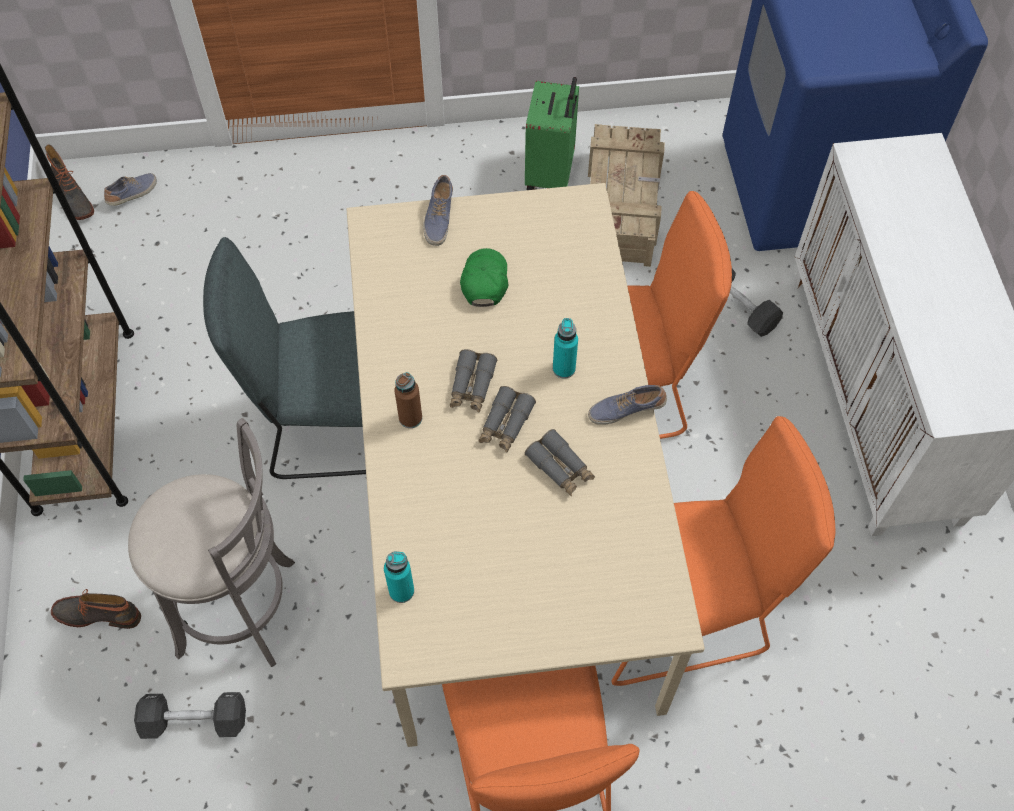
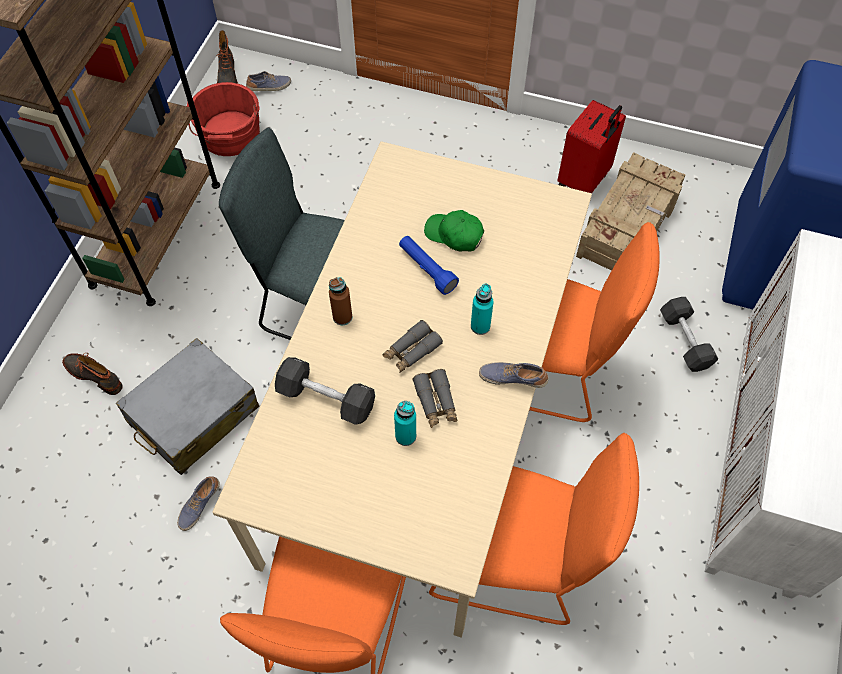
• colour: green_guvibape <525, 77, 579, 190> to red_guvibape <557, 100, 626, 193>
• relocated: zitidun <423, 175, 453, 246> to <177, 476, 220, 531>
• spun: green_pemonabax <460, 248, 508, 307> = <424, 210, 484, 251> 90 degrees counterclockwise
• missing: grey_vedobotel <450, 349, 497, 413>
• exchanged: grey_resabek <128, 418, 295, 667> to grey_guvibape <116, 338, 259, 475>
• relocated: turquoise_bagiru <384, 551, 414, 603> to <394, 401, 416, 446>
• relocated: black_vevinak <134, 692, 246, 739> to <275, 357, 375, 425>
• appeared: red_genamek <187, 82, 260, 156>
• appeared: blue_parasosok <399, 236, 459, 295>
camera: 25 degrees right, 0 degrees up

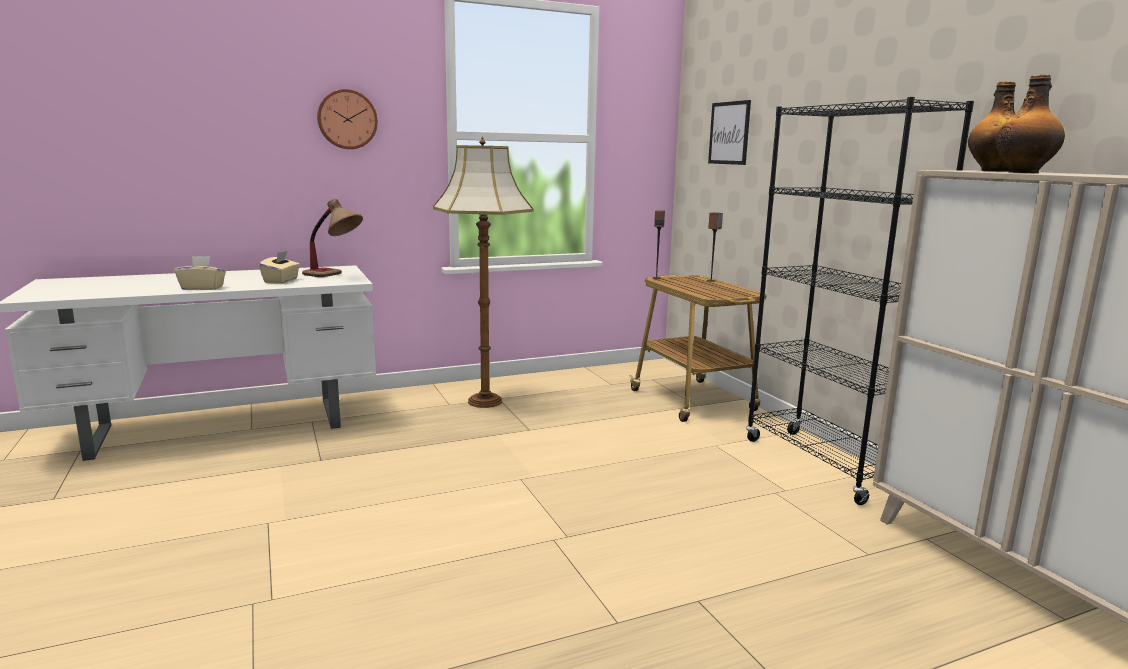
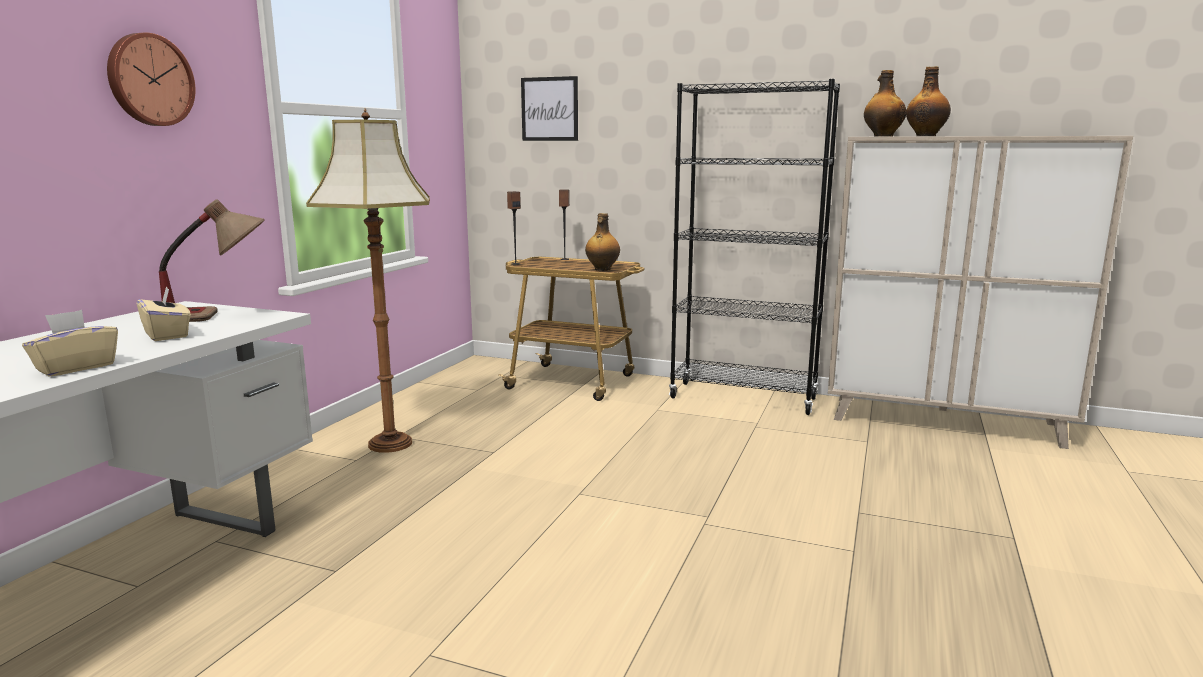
• appeared: bagiru <585, 213, 620, 271>
camera: 45 degrees left, 0 degrees up

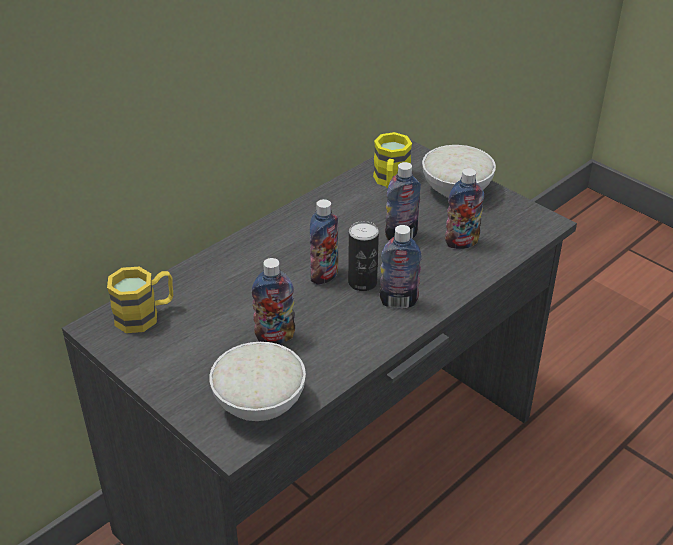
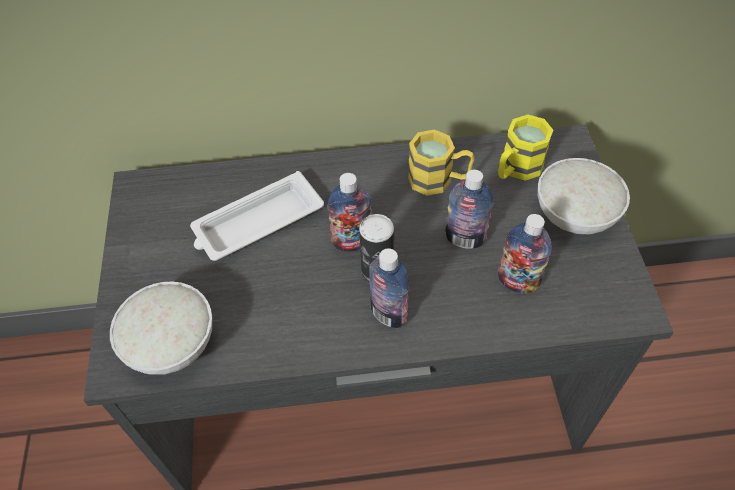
• missing: bagiru <251, 258, 295, 344>
• relocated: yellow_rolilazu <107, 267, 173, 333> to <408, 129, 474, 196>
• appeared: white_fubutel <190, 171, 324, 261>
camera: 40 degrees right, 15 degrees up

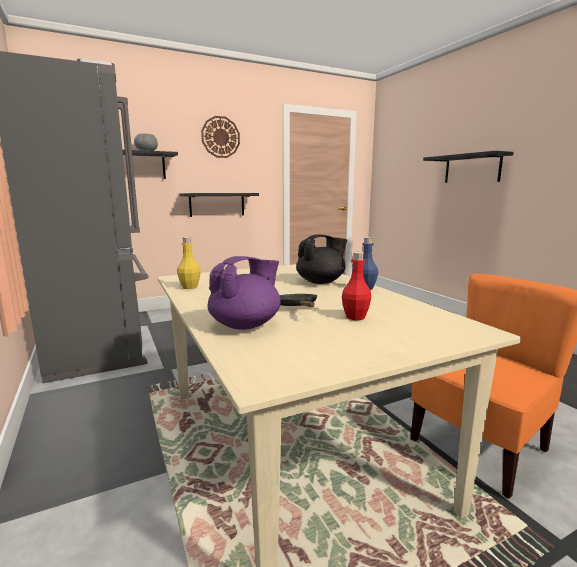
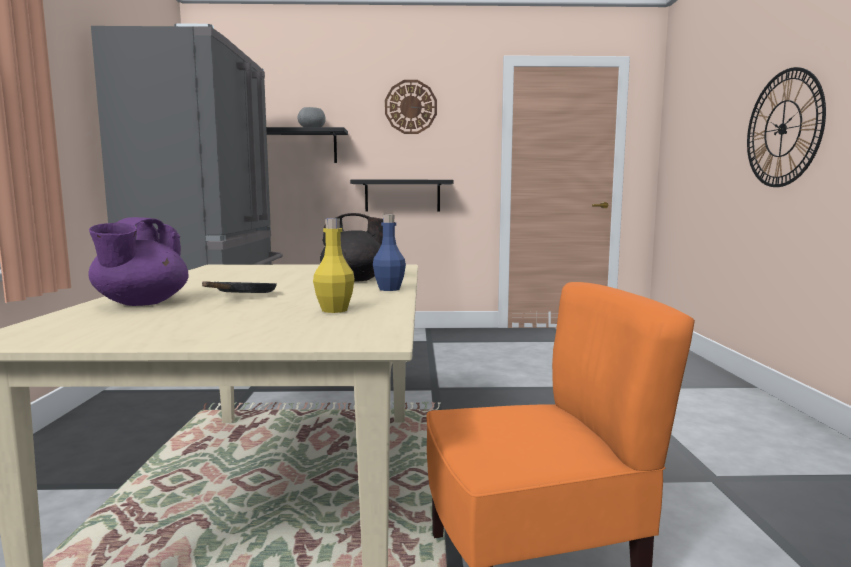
• exchanged: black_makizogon <423, 151, 514, 183> to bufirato <747, 67, 826, 187>
• relocated: yellow_bagiru <177, 237, 201, 289> to <313, 218, 355, 313>
• missing: red_bagiru <342, 252, 371, 320>
• spun: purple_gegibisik <207, 256, 281, 330> = <88, 217, 188, 306> 120 degrees clockwise
camera: 25 degrees right, 5 degrees down

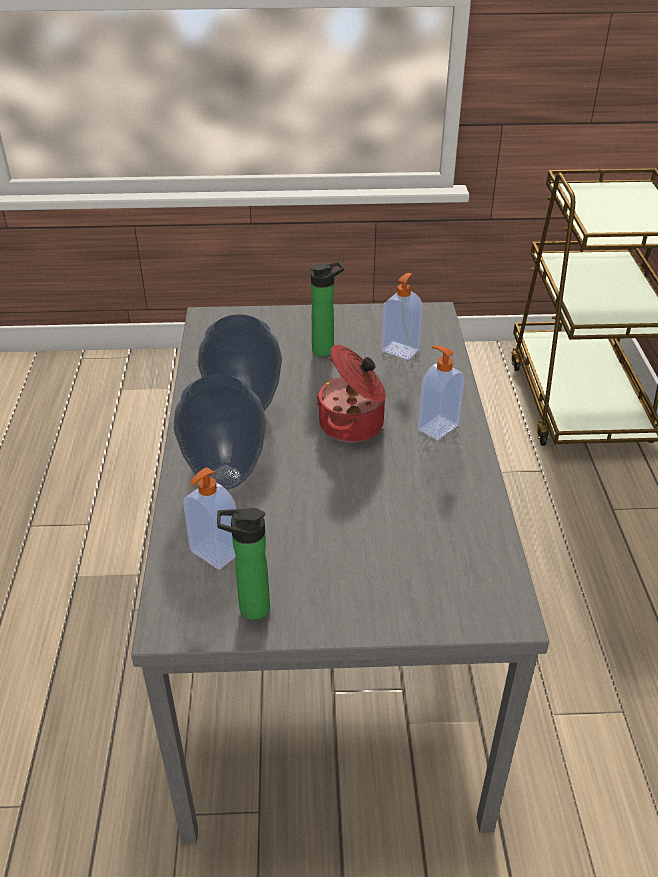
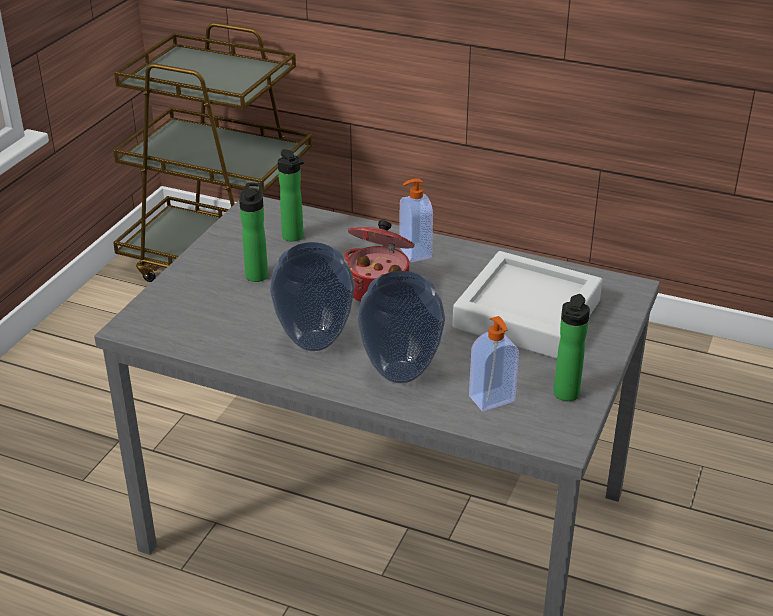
• exchanged: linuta <381, 273, 423, 360> to bagiru <278, 149, 304, 242>
• appeared: grey_fubutel <452, 251, 602, 359>
camera: 65 degrees left, 5 degrees down

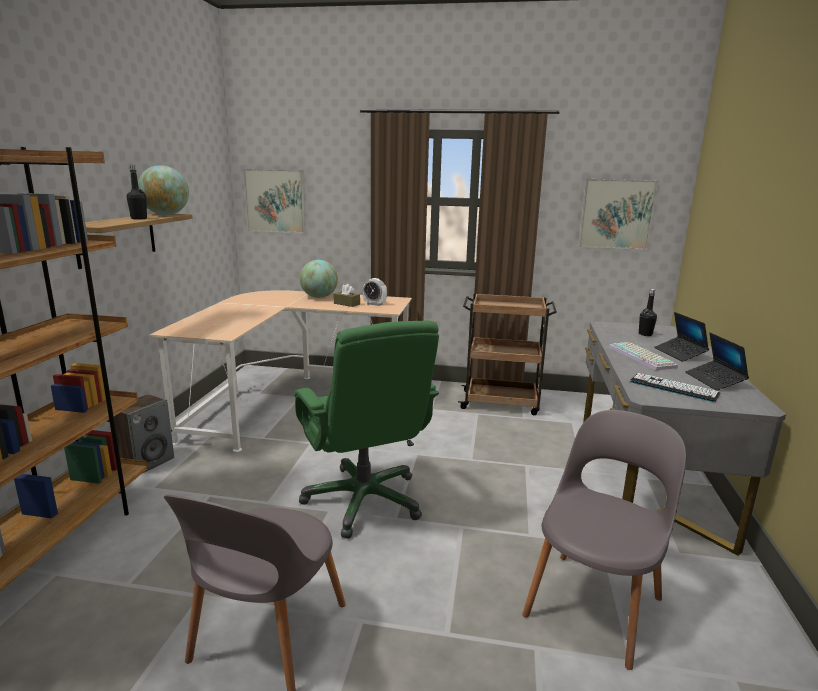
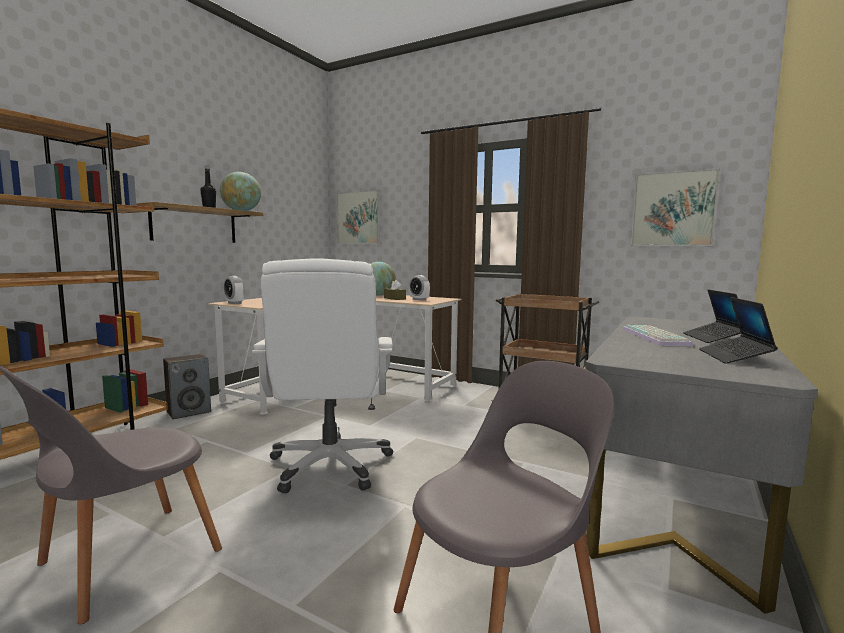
• missing: black_bagiru <639, 289, 657, 336>
• colour: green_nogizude <294, 321, 439, 538> to white_nogizude <252, 258, 393, 493>
• missing: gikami <630, 373, 721, 402>
• appeared: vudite <224, 276, 244, 304>
camera: 20 degrees right, 10 degrees down

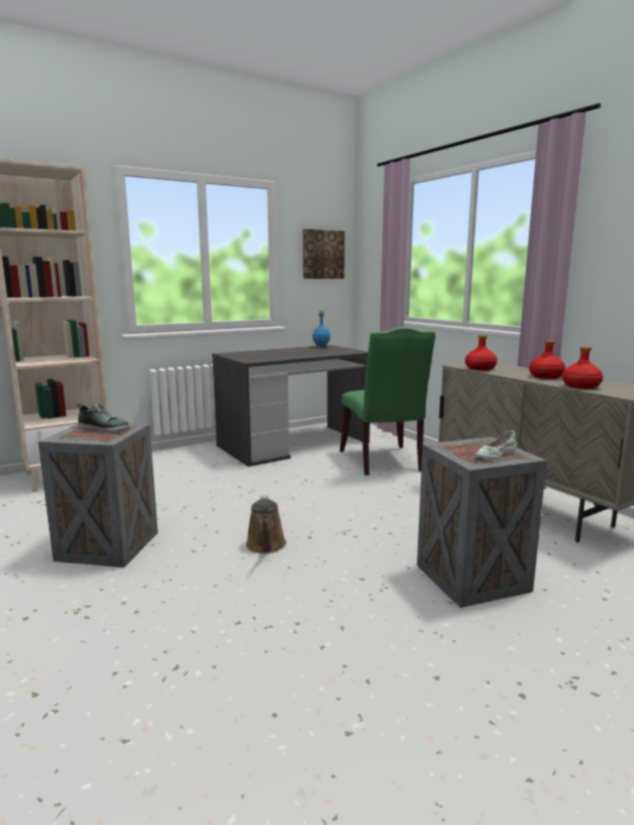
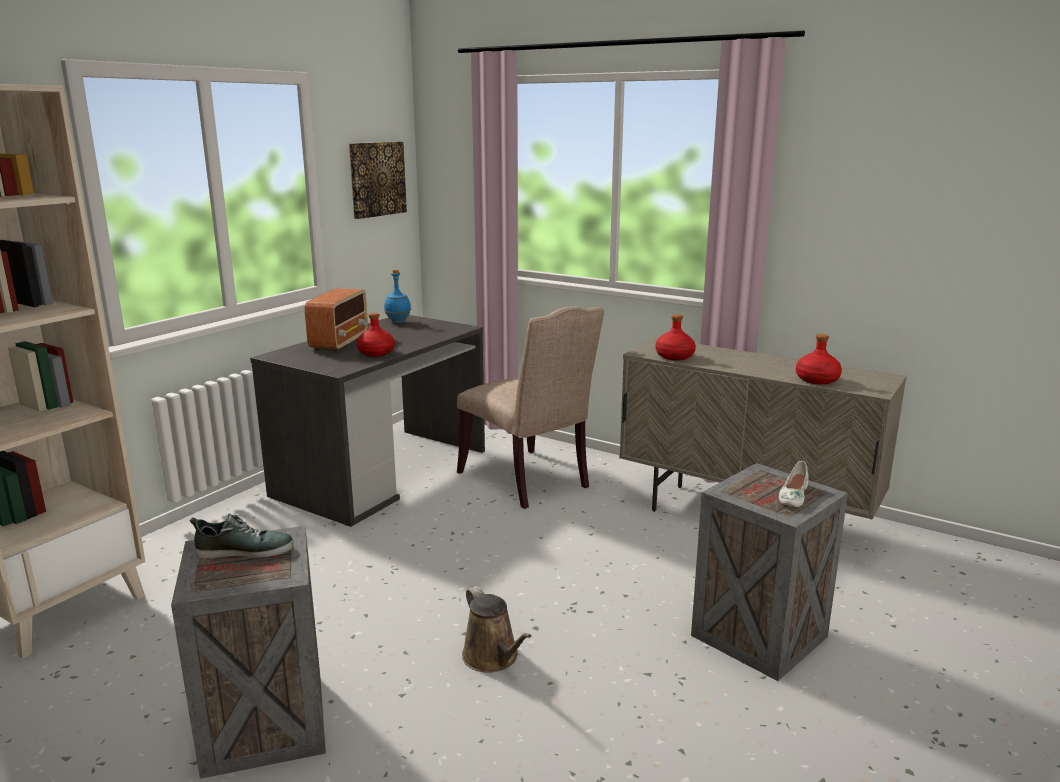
• colour: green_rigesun <340, 327, 435, 475> to beige_rigesun <457, 306, 604, 509>
• relocated: red_bagiru <529, 340, 566, 379> to <357, 313, 395, 356>
• appeared: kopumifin <305, 288, 368, 351>
camera: 25 degrees left, 5 degrees up

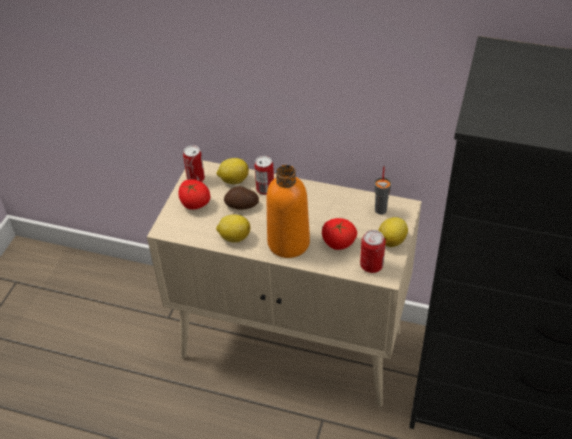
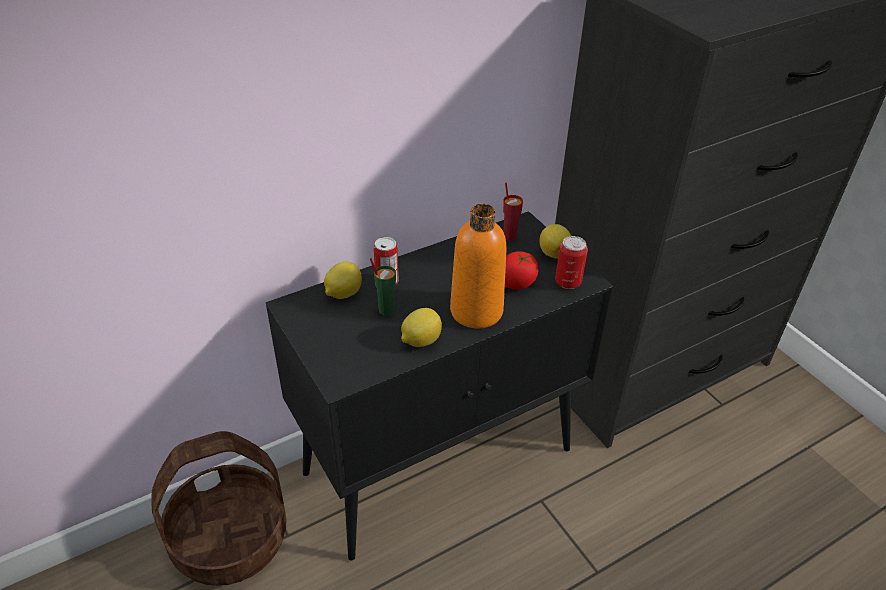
• missing: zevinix <183, 145, 205, 182>
• colour: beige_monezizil <147, 160, 422, 407> to black_monezizil <266, 211, 614, 560>
• colour: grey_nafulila <374, 166, 391, 215> to red_nafulila <503, 182, 523, 241>
• missing: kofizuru <178, 179, 210, 210>
• exchanged: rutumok <224, 186, 259, 210> to green_nafulila <370, 258, 396, 316>
• appeared: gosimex <151, 431, 287, 586>
camera: 50 degrees left, 5 degrees down

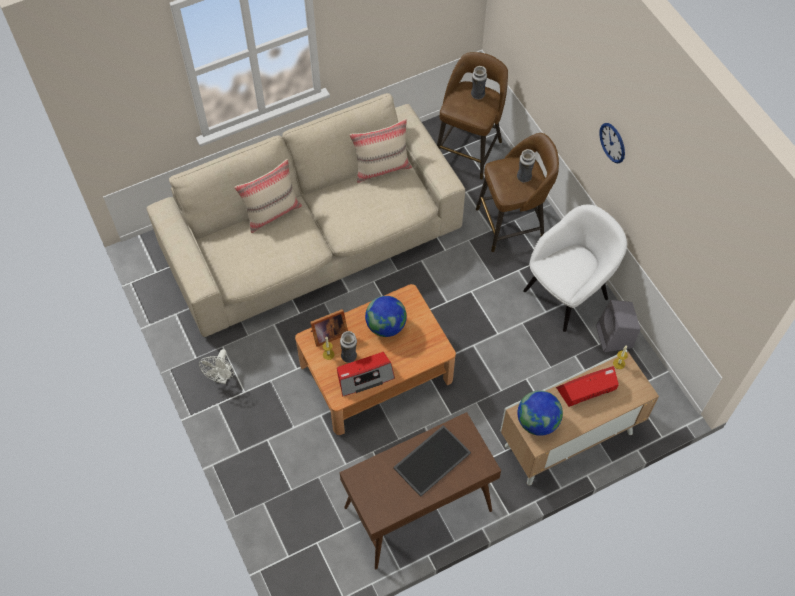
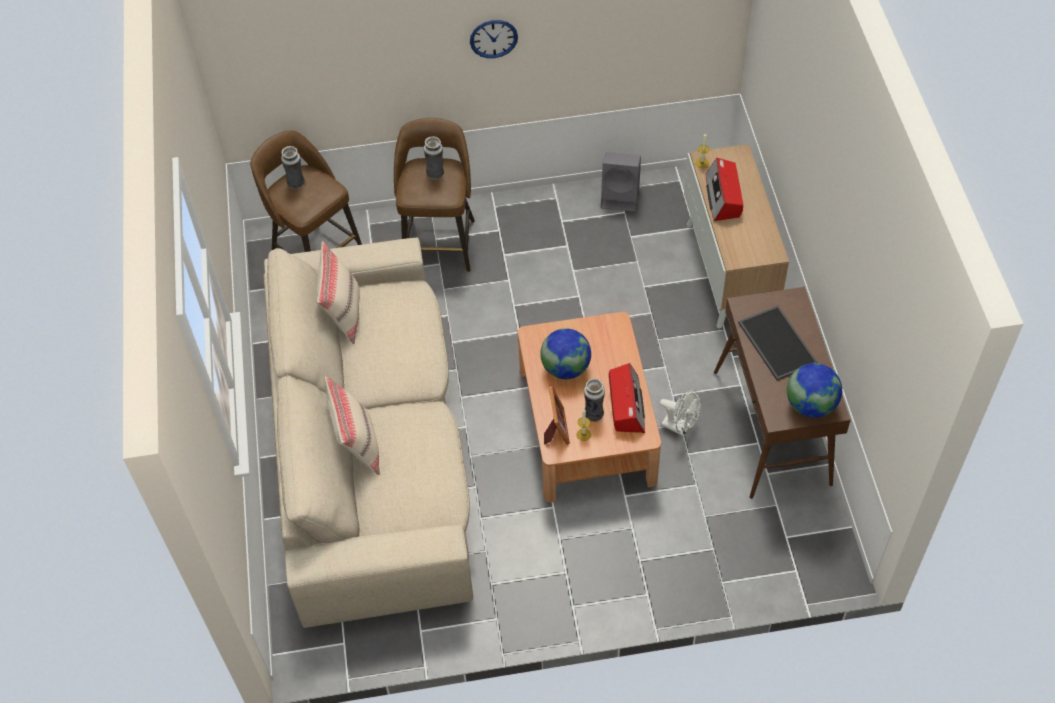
• missing: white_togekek <523, 205, 627, 332>
• relocated: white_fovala <199, 349, 234, 384> to <660, 390, 701, 436>
• relocated: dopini <517, 390, 563, 436> to <787, 363, 842, 418>
camera: 70 degrees left, 5 degrees down

